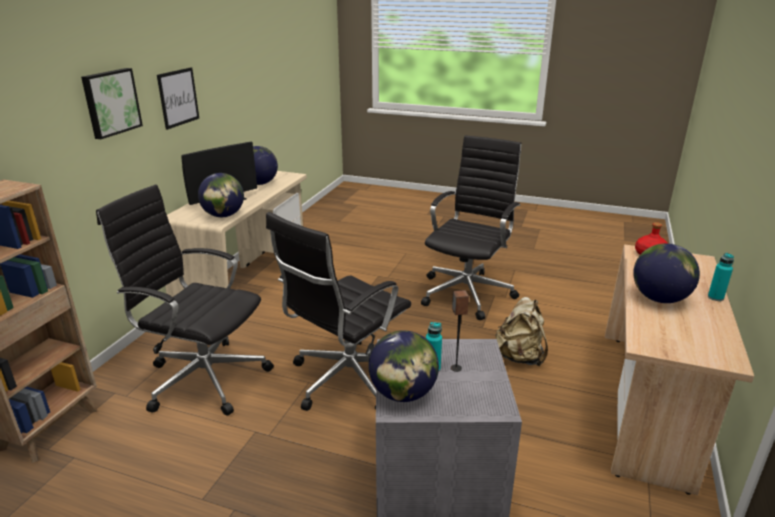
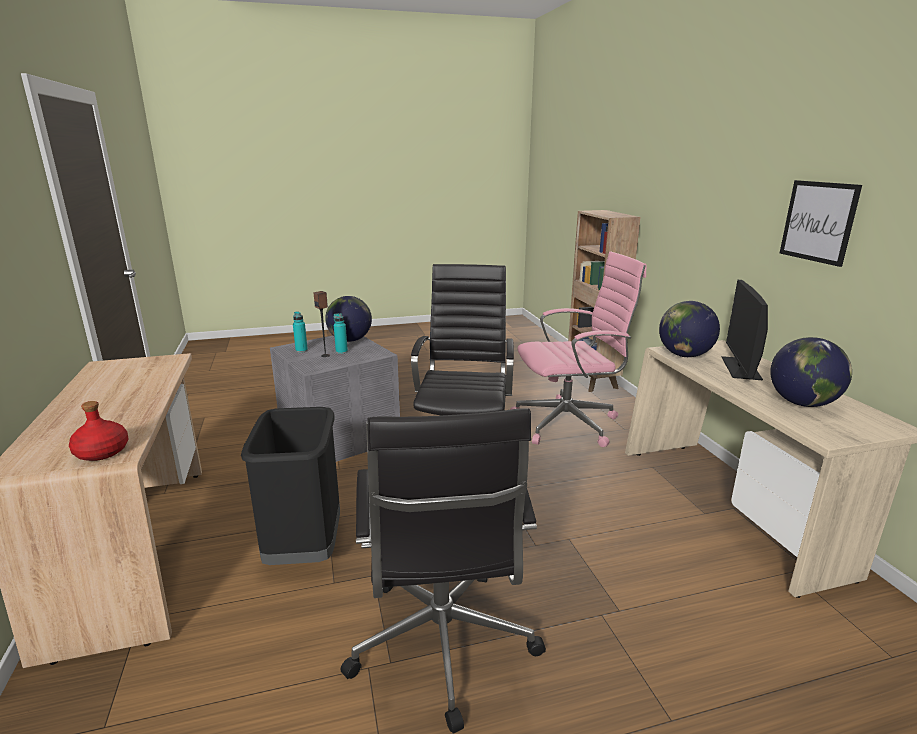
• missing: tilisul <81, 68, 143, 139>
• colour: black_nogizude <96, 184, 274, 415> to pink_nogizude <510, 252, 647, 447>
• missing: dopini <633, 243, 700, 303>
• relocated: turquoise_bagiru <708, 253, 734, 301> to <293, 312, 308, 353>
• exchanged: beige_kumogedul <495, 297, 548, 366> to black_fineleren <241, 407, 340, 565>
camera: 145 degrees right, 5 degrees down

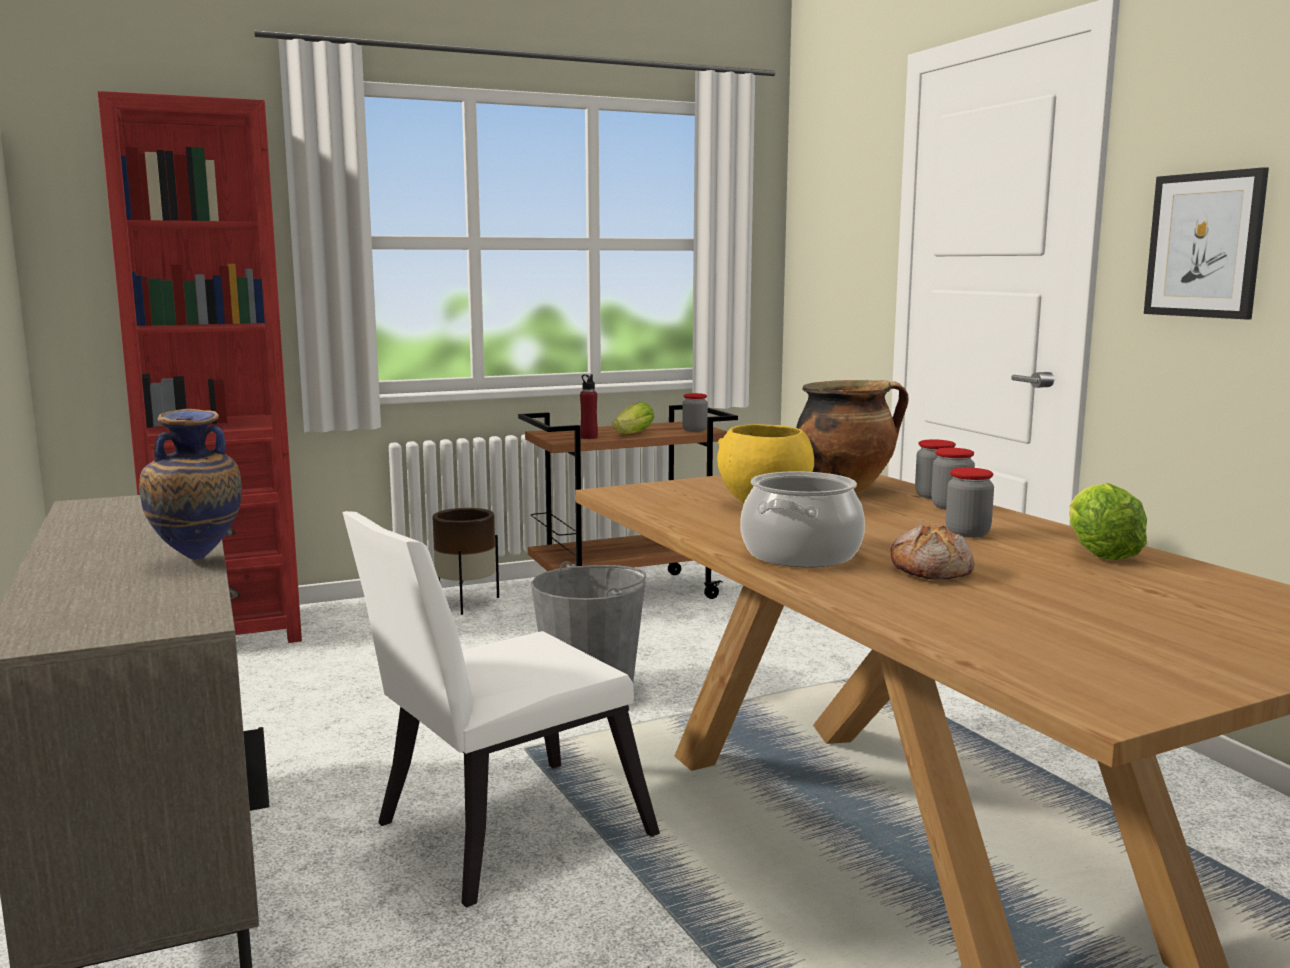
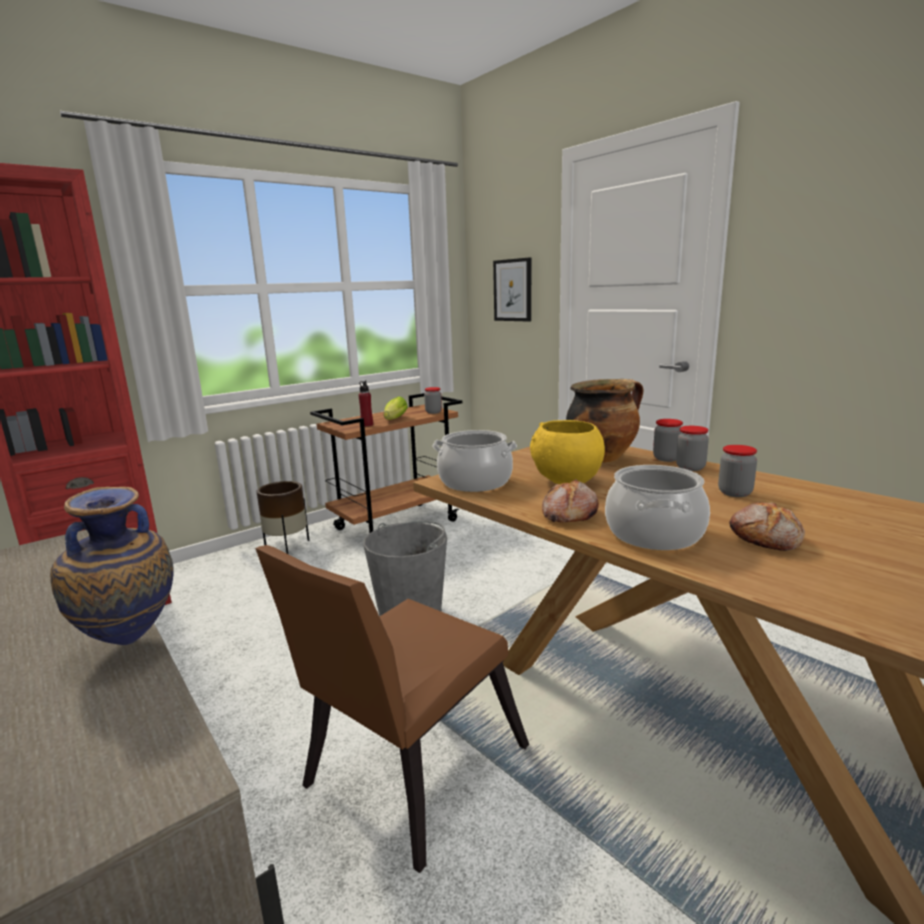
• relocated: tilisul <1144, 167, 1269, 319> to <493, 257, 531, 322>
• missing: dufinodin <1069, 483, 1147, 560>
• colour: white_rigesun <342, 511, 660, 907> to brown_rigesun <255, 545, 529, 873>
• appeared: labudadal <433, 430, 517, 492>
• appeared: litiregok <542, 479, 599, 522>
camera: 15 degrees left, 5 degrees up

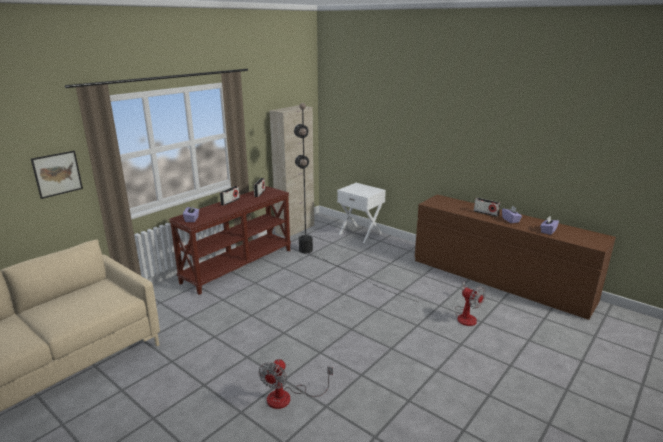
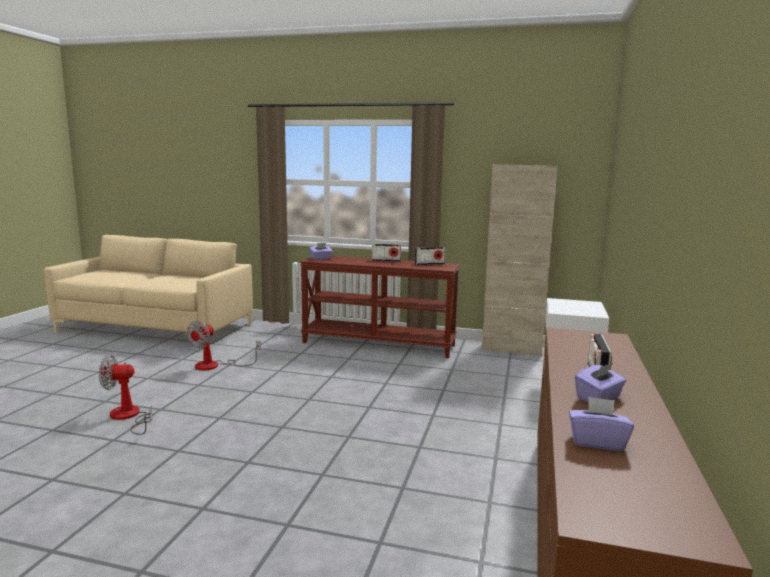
• missing: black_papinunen <294, 103, 418, 302>
• missing: tilisul <31, 151, 83, 199>
• relocated: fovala <455, 282, 485, 326> to <186, 321, 261, 371>
camera: 65 degrees right, 10 degrees down

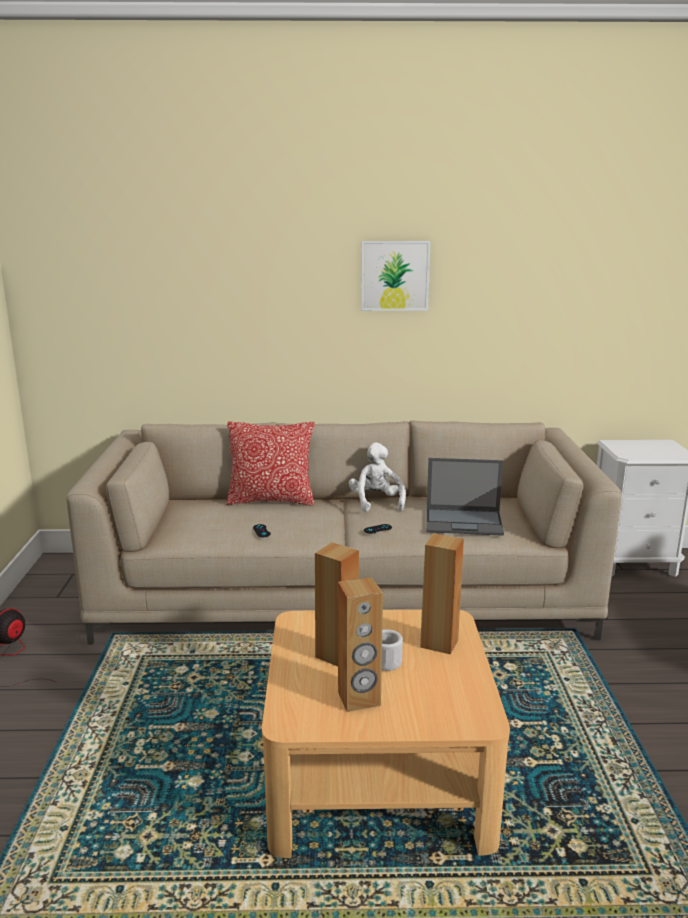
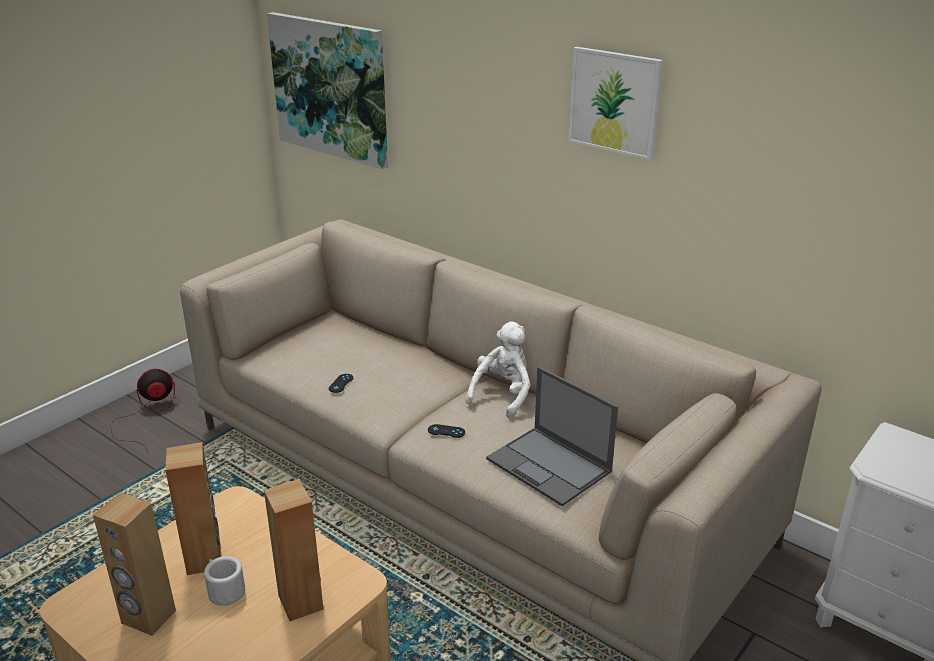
• missing: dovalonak <227, 421, 315, 506>
• appeared: tilisul <267, 12, 388, 170>
camera: 40 degrees right, 10 degrees up

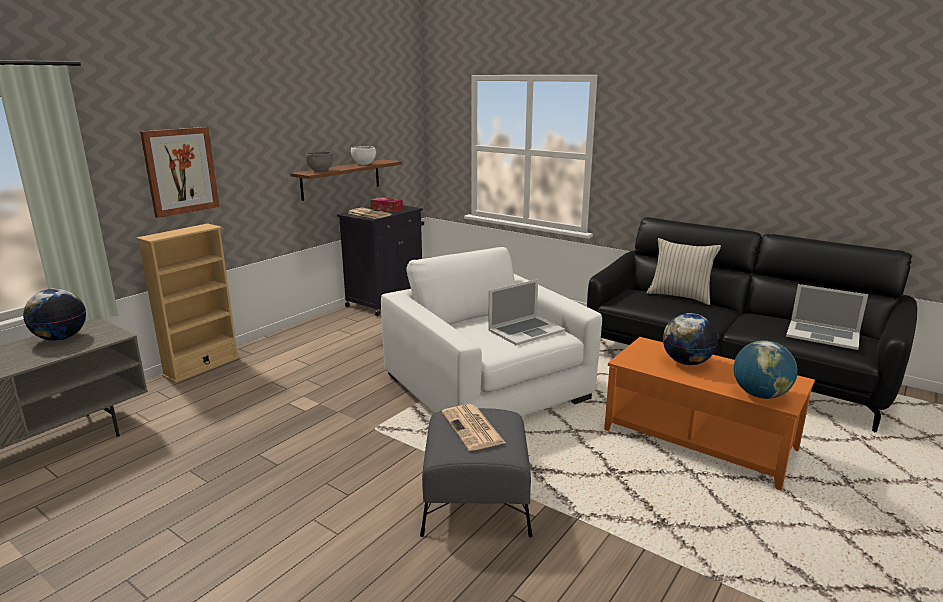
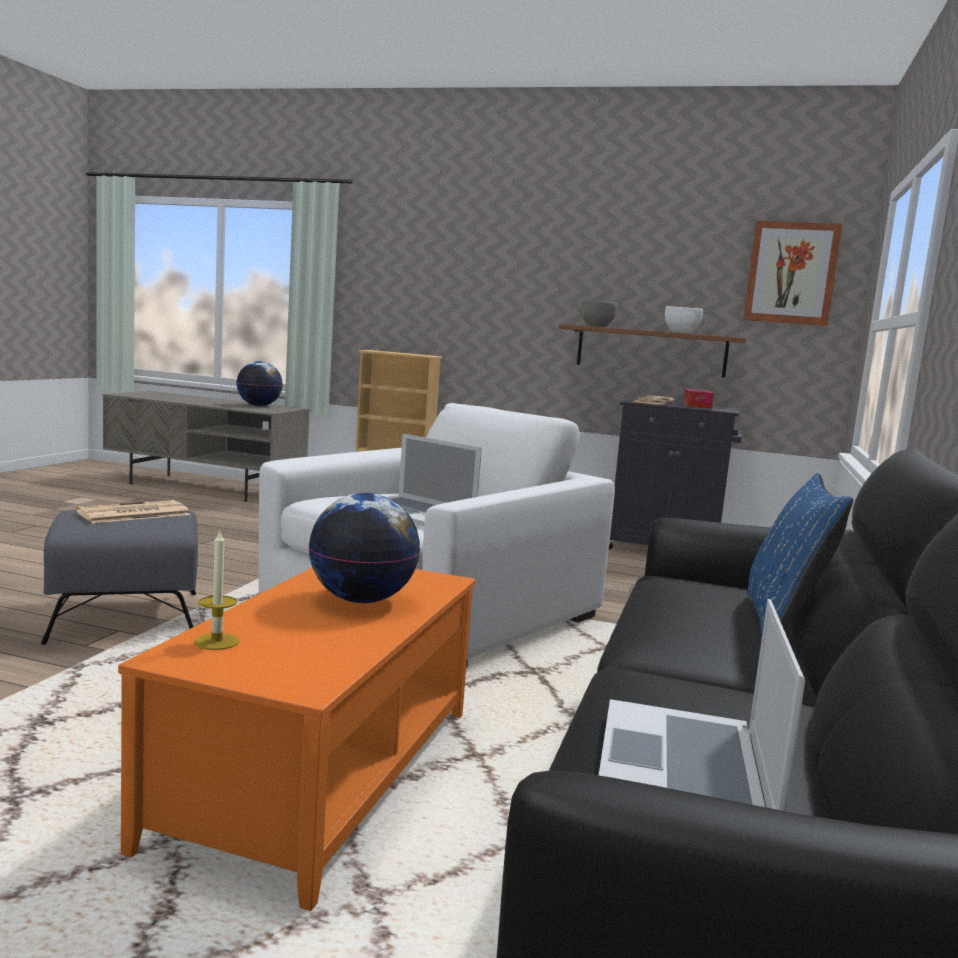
• relocated: tilisul <140, 127, 219, 218> to <743, 221, 842, 326>
• colour: beige_dovalonak <647, 238, 721, 305> to blue_dovalonak <747, 473, 853, 641>
• exchanged: dopini <734, 340, 797, 399> to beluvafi <194, 530, 239, 650>
camera: 70 degrees right, 10 degrees down

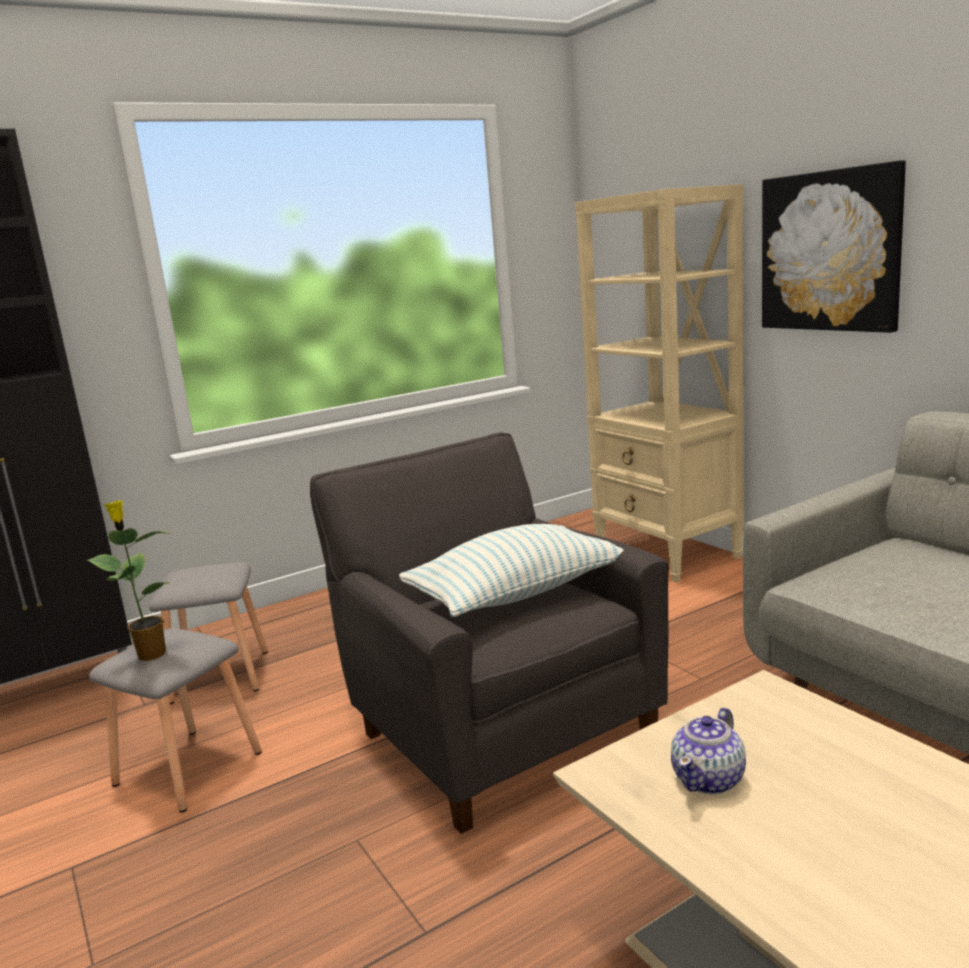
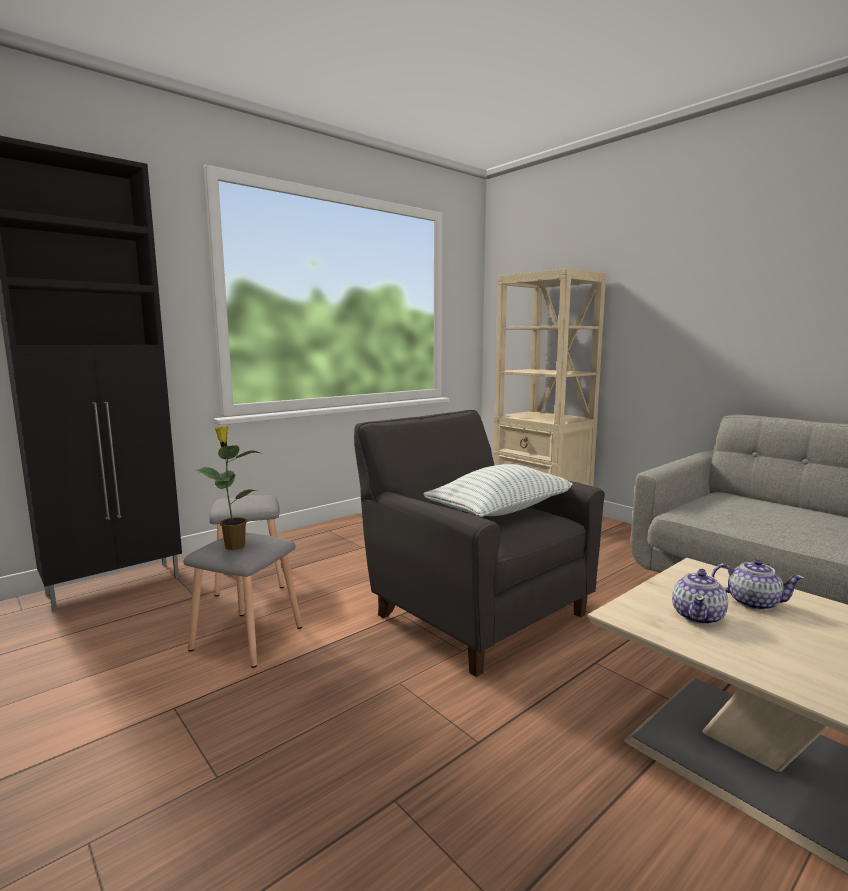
• missing: tilisul <762, 160, 906, 333>
• appeared: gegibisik <711, 559, 805, 611>
camera: 10 degrees left, 5 degrees down

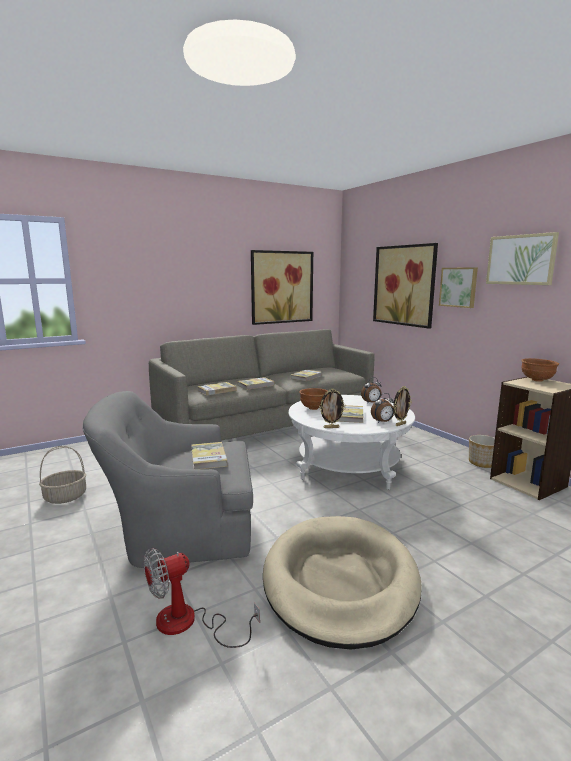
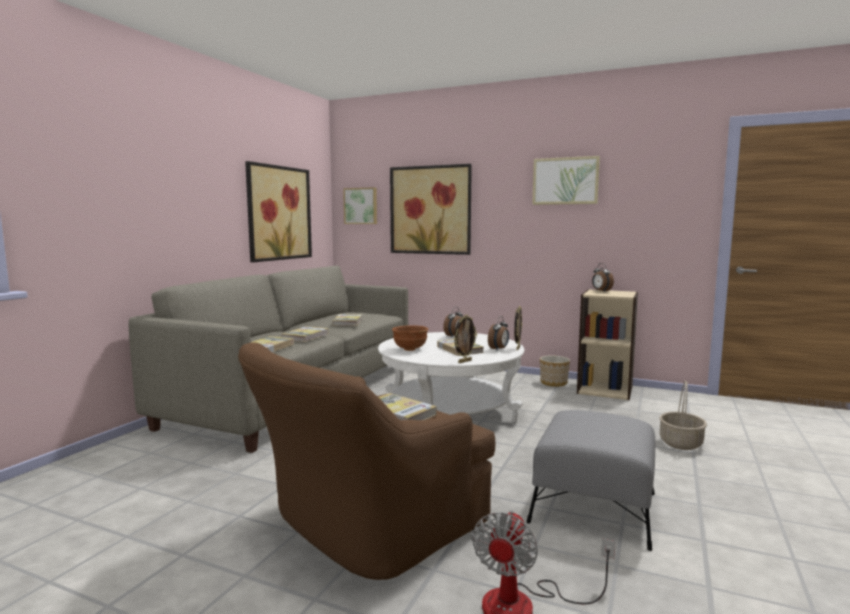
• relocated: tilisul <439, 267, 478, 308> to <343, 187, 377, 224>
• exchanged: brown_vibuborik <521, 358, 559, 382> to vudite <592, 263, 614, 292>
• colour: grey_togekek <82, 391, 253, 568> to brown_togekek <238, 342, 495, 580>
• relocated: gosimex <39, 446, 86, 504> to <659, 380, 707, 450>
• exchanged: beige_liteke <263, 516, 422, 650> to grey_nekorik <527, 410, 655, 551>
camera: 35 degrees left, 5 degrees down

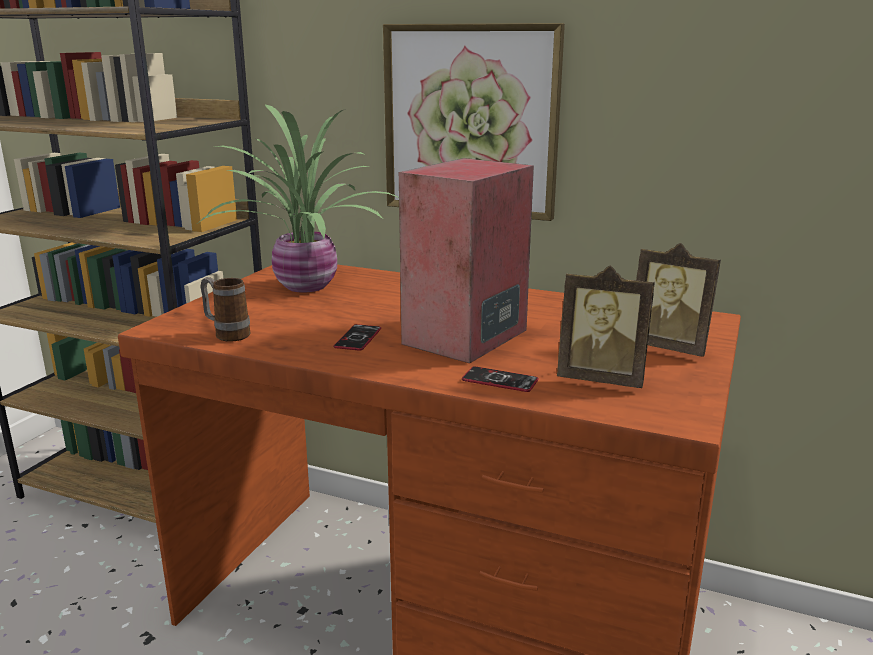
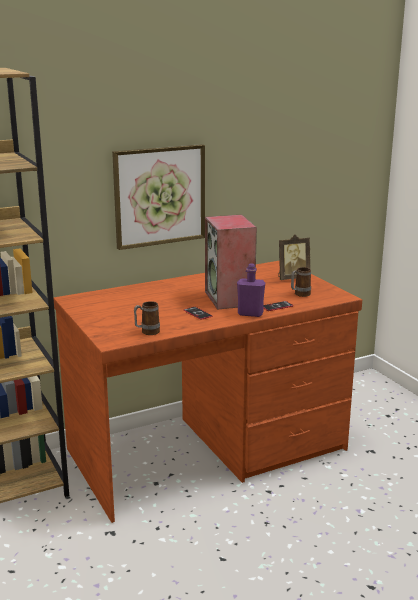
• missing: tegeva <198, 105, 399, 293>
• exchanged: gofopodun <557, 265, 655, 388> to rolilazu <291, 267, 311, 297>
• appeared: purple_bagiru <237, 264, 265, 317>
camera: 50 degrees left, 0 degrees up

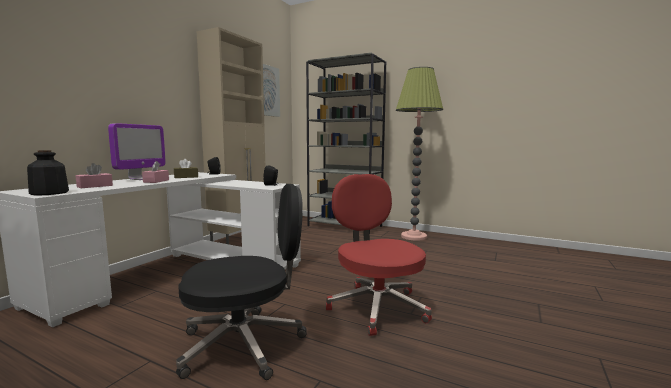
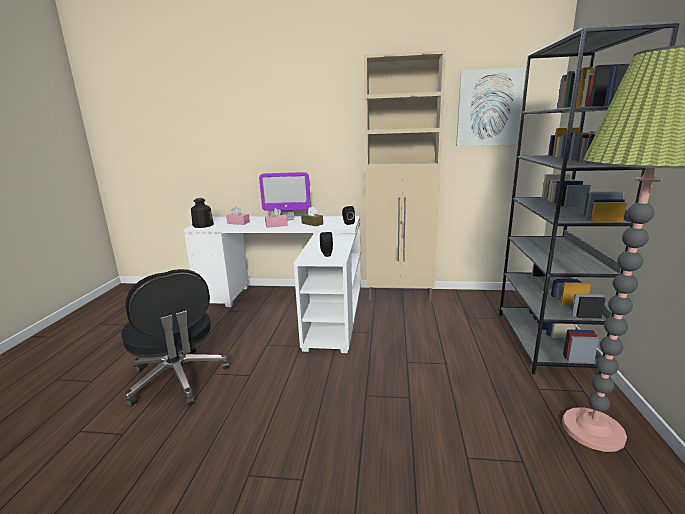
• missing: red_nogizude <326, 174, 432, 336>
camera: 70 degrees right, 10 degrees up

